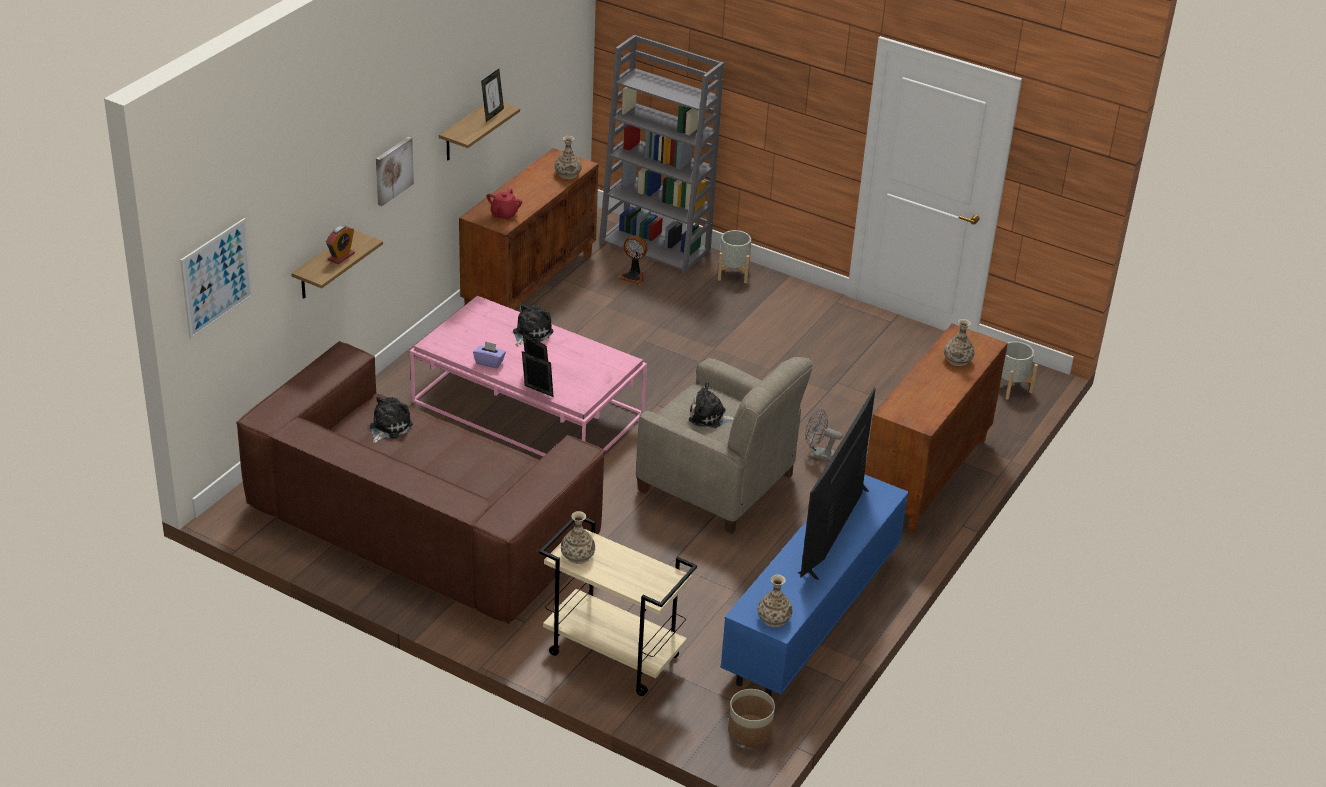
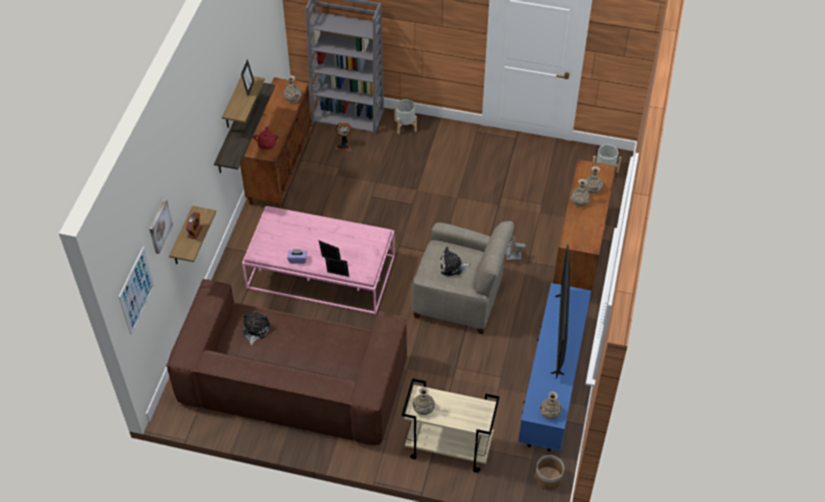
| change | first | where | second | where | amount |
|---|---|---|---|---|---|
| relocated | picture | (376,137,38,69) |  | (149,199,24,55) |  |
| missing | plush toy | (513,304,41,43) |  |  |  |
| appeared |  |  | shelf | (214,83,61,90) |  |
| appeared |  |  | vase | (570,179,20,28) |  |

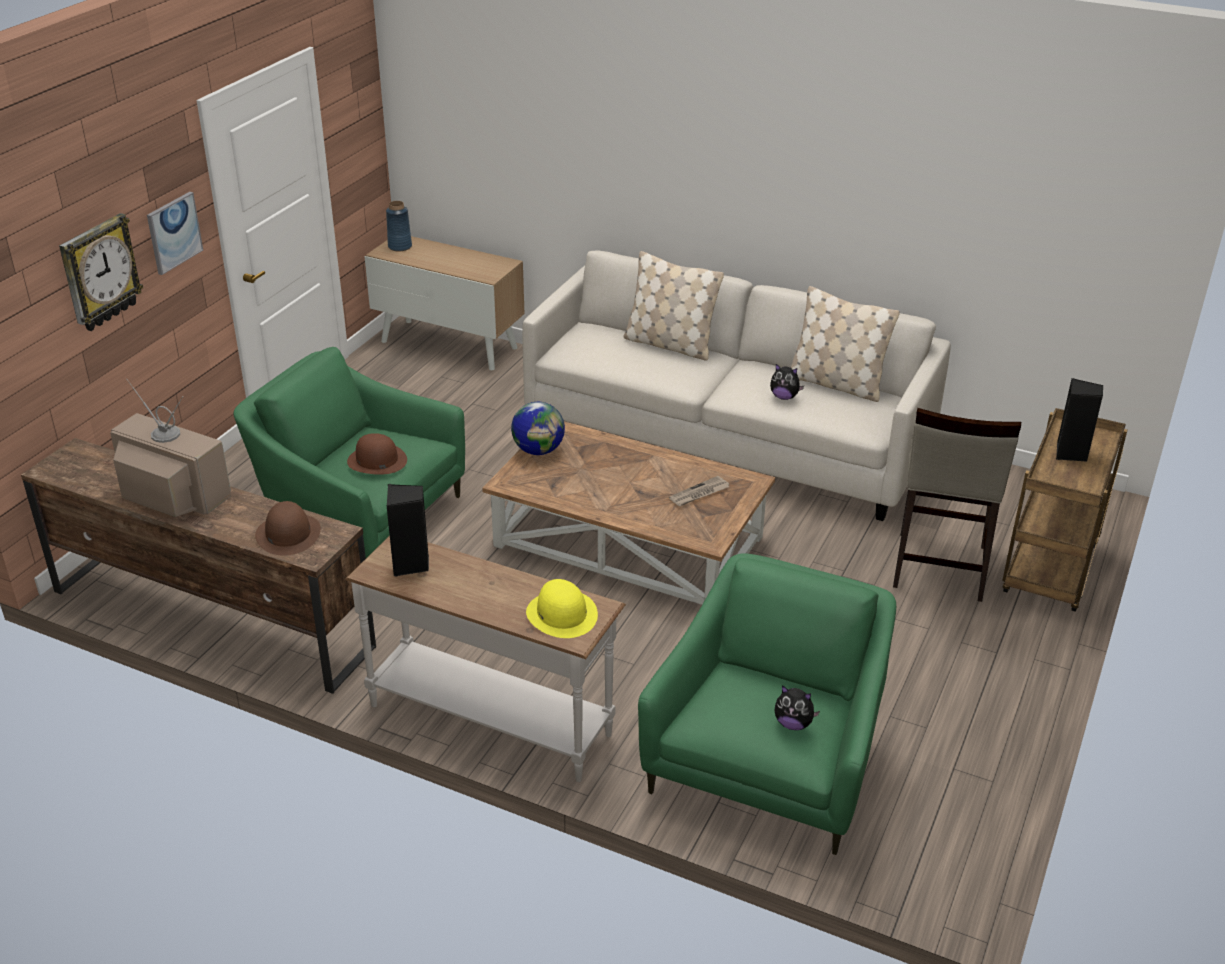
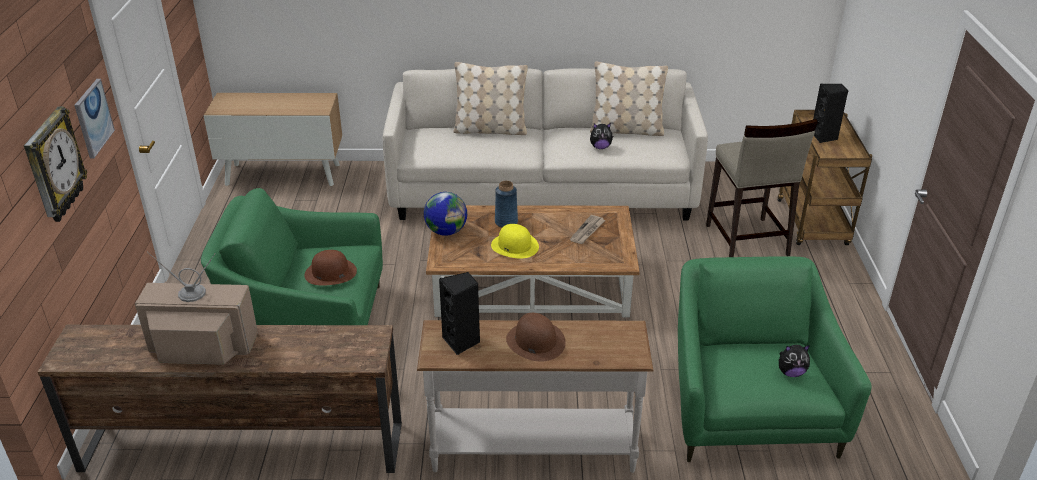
| change | first | where | second | where | amount |
|---|---|---|---|---|---|
| relocated | hat/brown | (255,501,66,54) |  | (506,313,60,49) |  |
| relocated | vase/blue | (386,201,26,50) |  | (495,181,23,47) |  |
| relocated | hat/yellow | (526,579,72,59) |  | (491,224,48,34) |  |

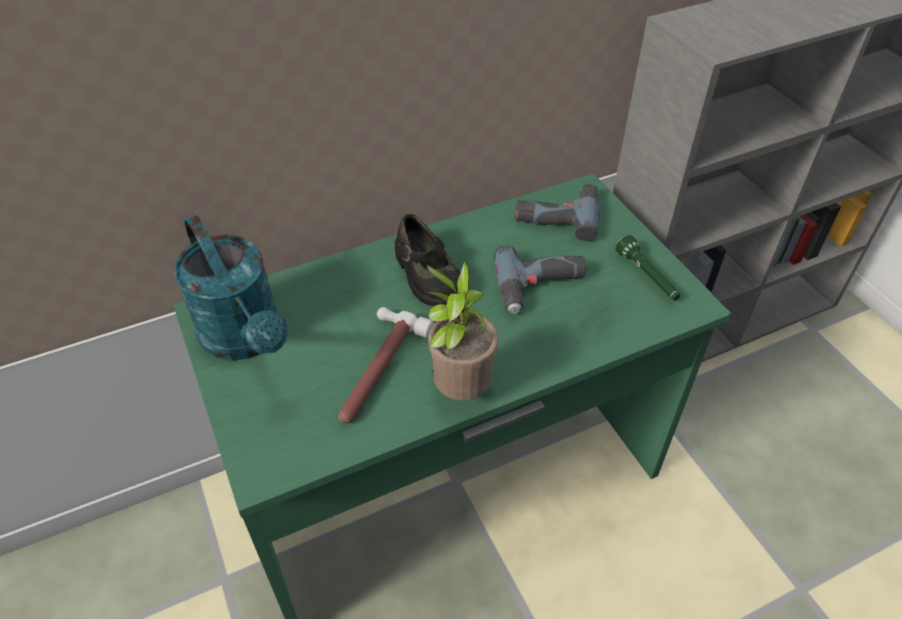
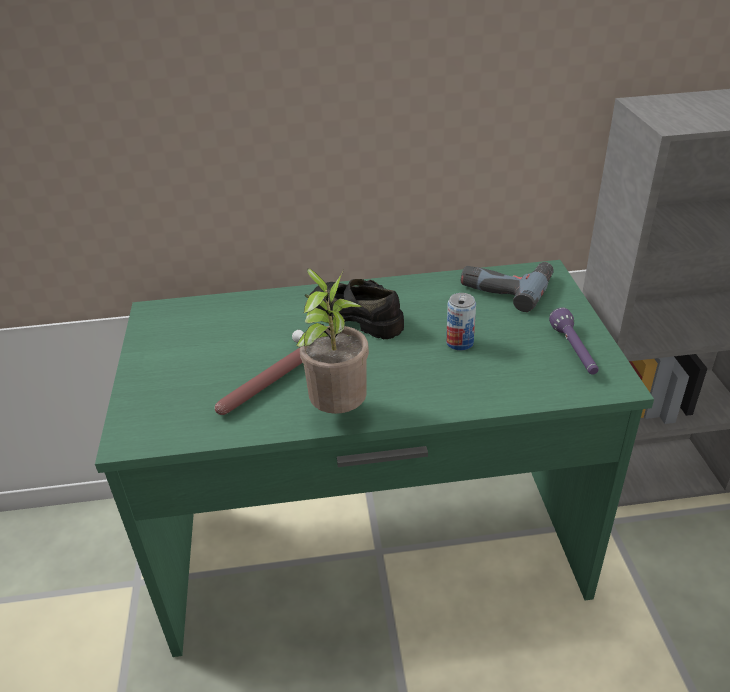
| change | first | where | second | where | amount |
|---|---|---|---|---|---|
| missing | watering can/turquoise | (174,215,114,146) |  |  |  |
| spun | shoe/black | (395,214,65,92) |  | (310,279,94,60) | 135 degrees clockwise |
| exchanged | power drill | (494,245,92,69) | can | (446,293,30,58) |  |
| colour | flashlight/green | (615,234,65,67) | flashlight/purple | (549,307,49,68) |  |

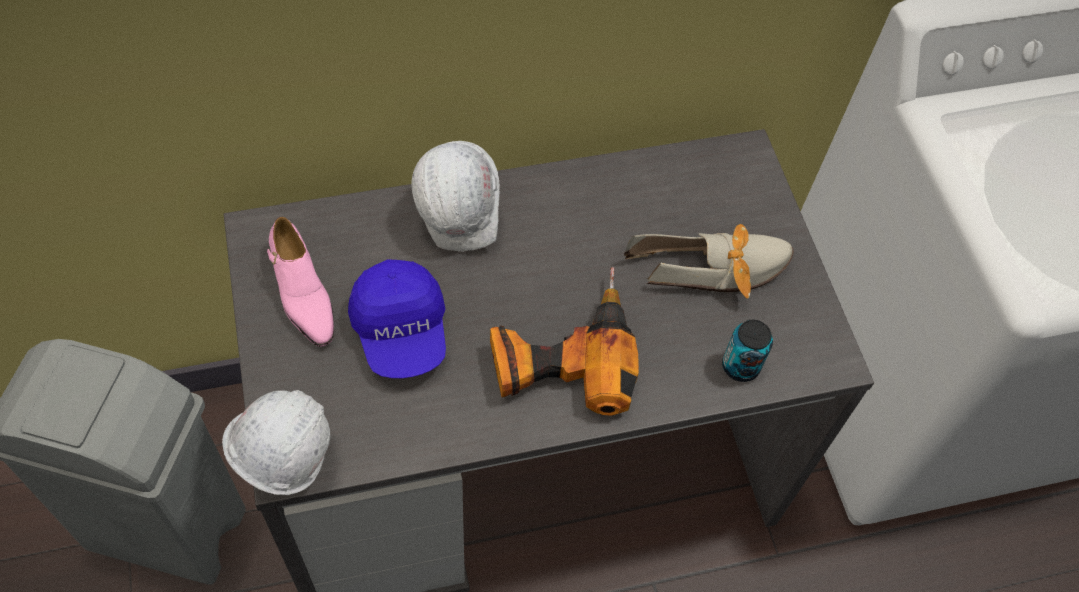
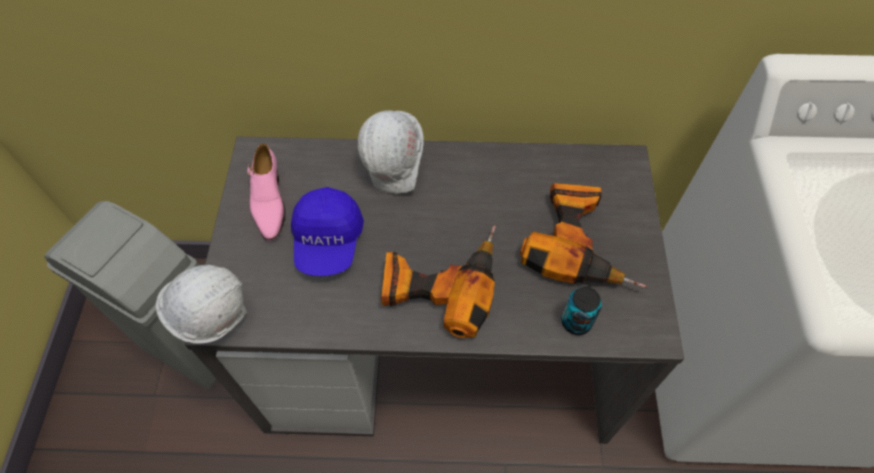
| change | first | where | second | where | amount |
|---|---|---|---|---|---|
| exchanged | shoe | (624,224,170,75) | power drill | (520,183,127,105) |  |

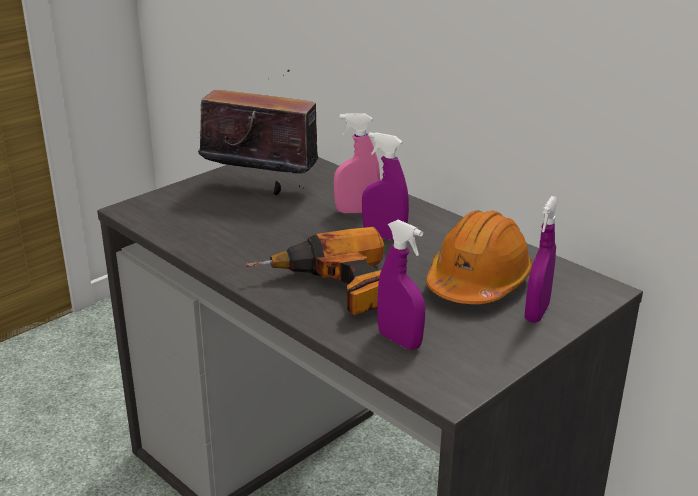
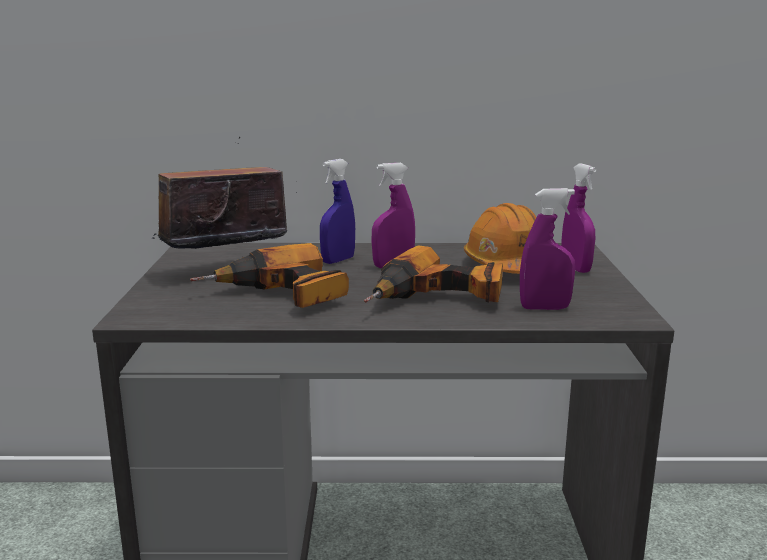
| change | first | where | second | where | amount |
|---|---|---|---|---|---|
| colour | spray bottle/pink | (333,113,47,101) | spray bottle/blue | (320,159,35,105) |  |
| appeared |  |  | power drill | (190,243,159,65) |  |

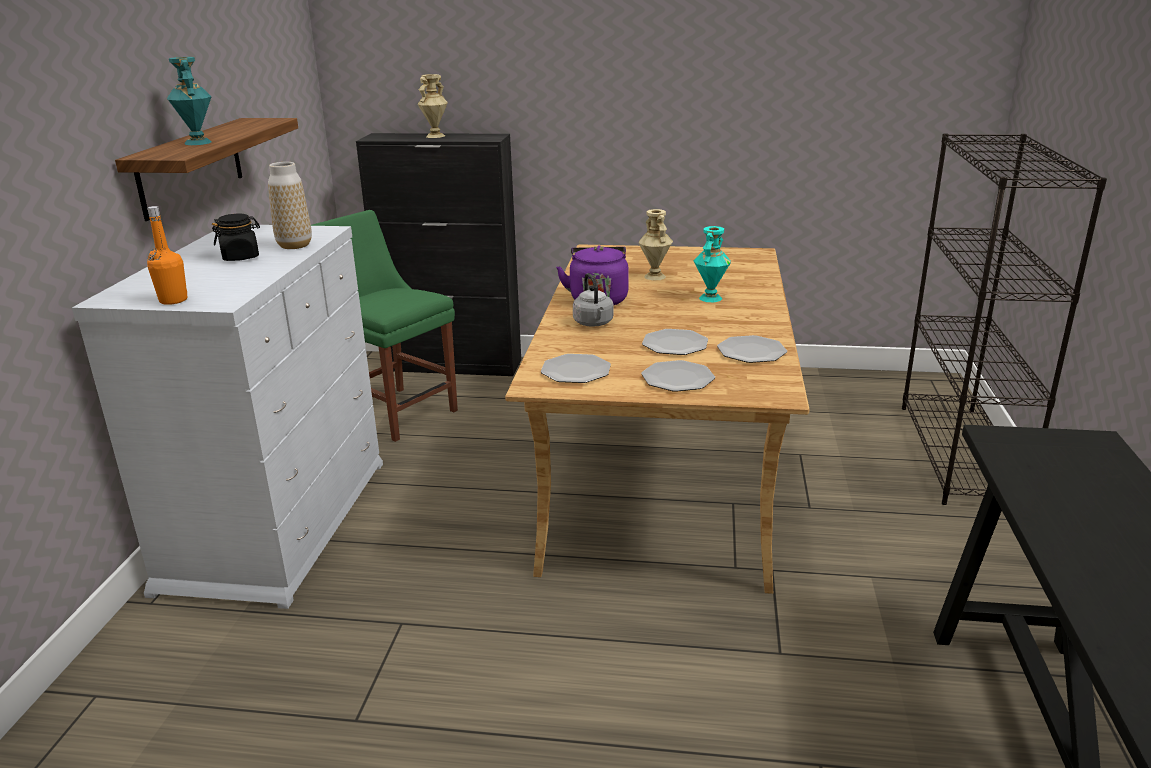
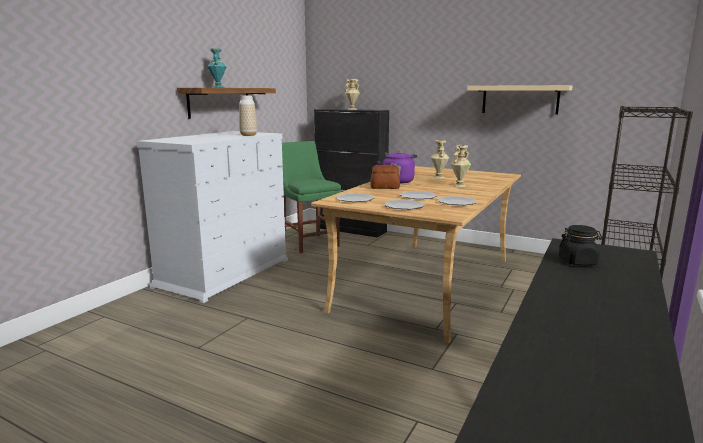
| change | first | where | second | where | amount |
|---|---|---|---|---|---|
| missing | bottle/orange | (147,206,40,99) |  |  |  |
| relocated | jar/black | (212,213,48,48) |  | (559,225,43,40) |  |
| exchanged | kettle/grey | (573,273,40,54) | bread | (370,165,30,24) |  |
| colour | vase/turquoise | (694,226,37,76) | vase/beige | (451,145,20,42) |  |
| appeared |  |  | shelf/beige | (467,85,106,29) |  |

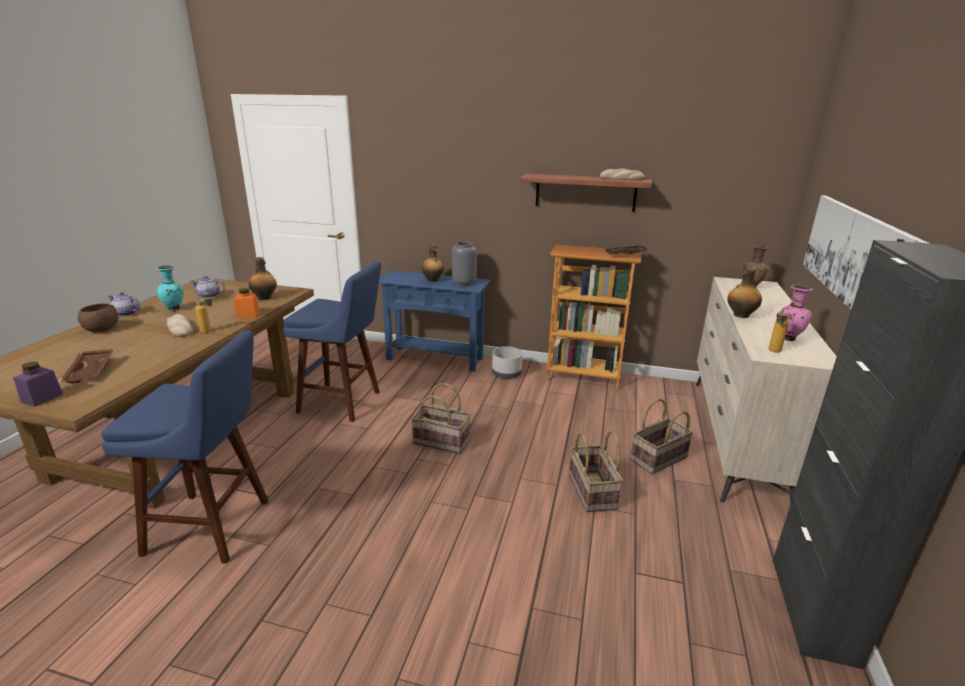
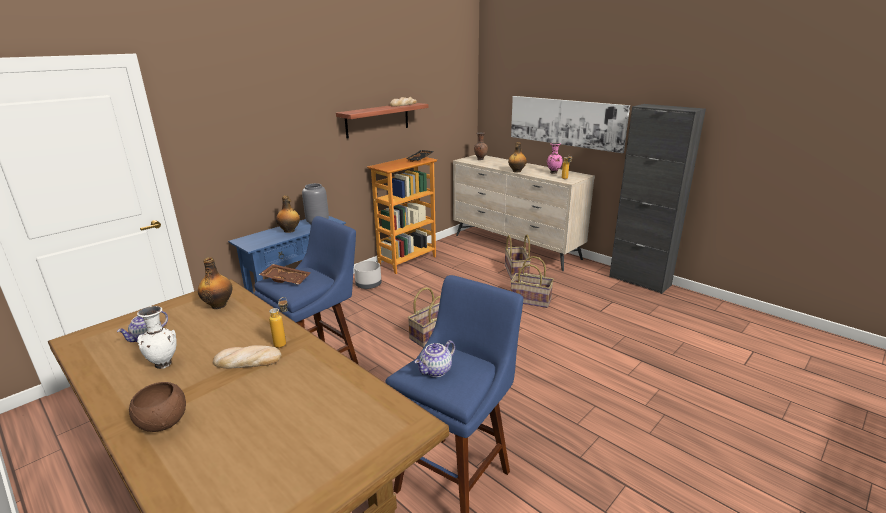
| change | first | where | second | where | amount |
|---|---|---|---|---|---|
| missing | jar/purple | (13,362,50,45) |  |  |  |
| relocated | tray/brown | (59,349,55,34) |  | (259,264,52,21) |  |
| relocated | teapot | (107,292,33,24) |  | (415,340,40,37) |  |
| colour | vase/turquoise | (157,265,27,46) | vase/white | (137,306,40,63) |  |
| missing | jar/orange | (234,288,26,30) |  |  |  |

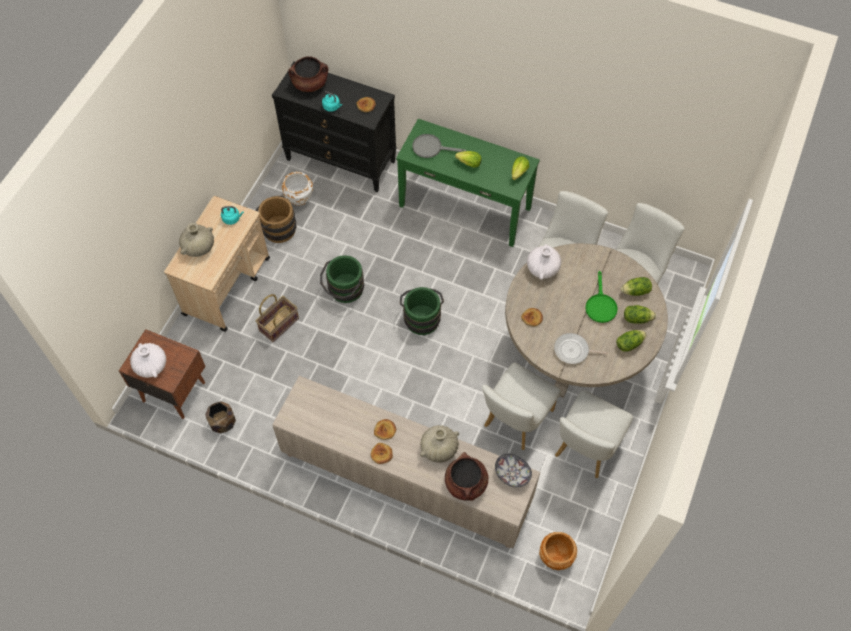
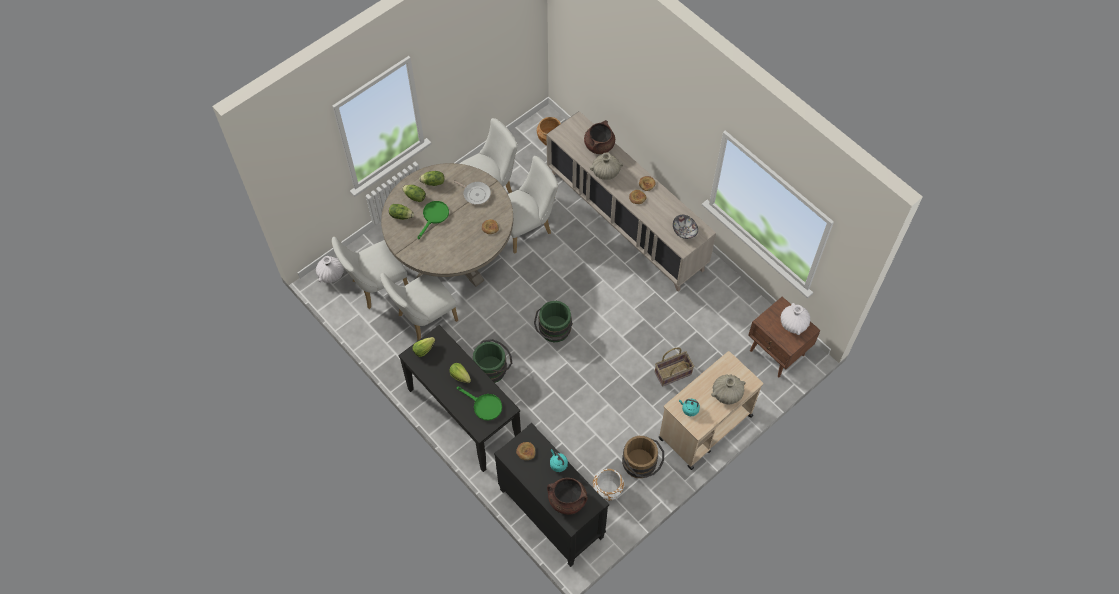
| change | first | where | second | where | amount |
|---|---|---|---|---|---|
| missing | planter/brown | (205,401,31,32) |  |  |  |
| relocated | bucket/green | (320,255,44,48) |  | (472,339,40,44) |  |
| colour | console table/green | (396,119,144,128) | console table/black | (398,325,123,147) |  |
| colour | frying pan/grey | (413,134,53,24) | frying pan/green | (457,386,45,35) |  |
| relocated | bowl | (495,454,37,33) |  | (673,215,25,24) |  |
| relocated | vase/white | (527,244,34,36) |  | (316,256,28,27) |  |

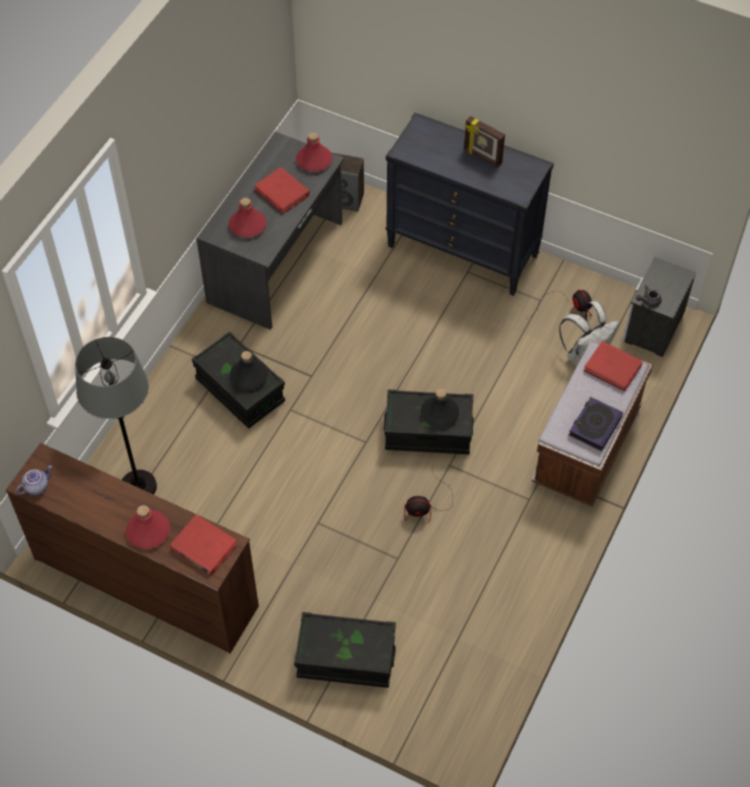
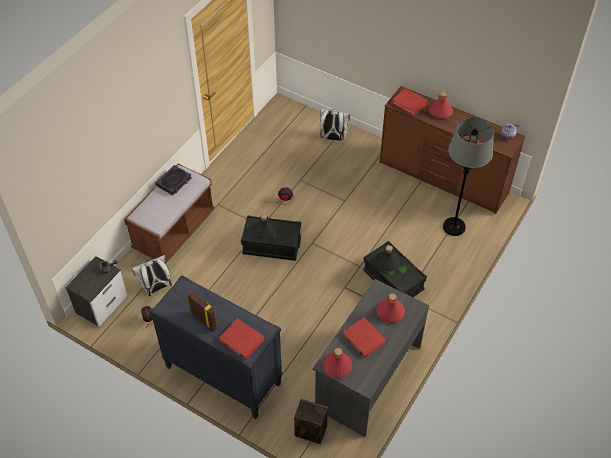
| change | first | where | second | where | amount |
|---|---|---|---|---|---|
| exchanged | storage box/black | (294,612,102,76) | backpack/white | (320,109,30,32) |  |
| relocated | book/red | (584,341,58,50) |  | (219,318,46,42) |  |

